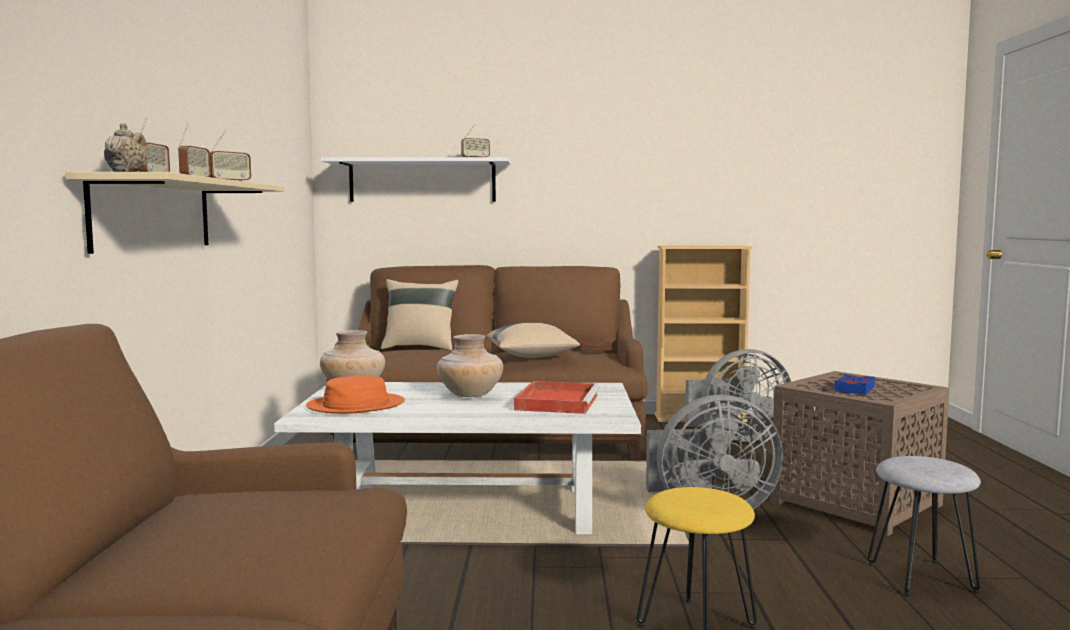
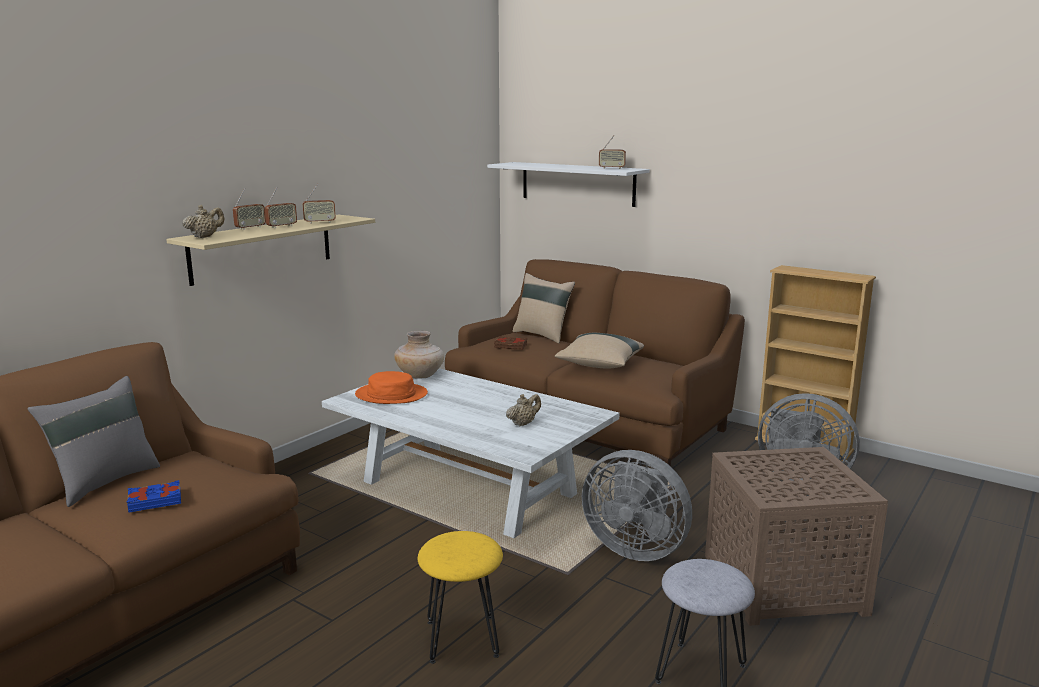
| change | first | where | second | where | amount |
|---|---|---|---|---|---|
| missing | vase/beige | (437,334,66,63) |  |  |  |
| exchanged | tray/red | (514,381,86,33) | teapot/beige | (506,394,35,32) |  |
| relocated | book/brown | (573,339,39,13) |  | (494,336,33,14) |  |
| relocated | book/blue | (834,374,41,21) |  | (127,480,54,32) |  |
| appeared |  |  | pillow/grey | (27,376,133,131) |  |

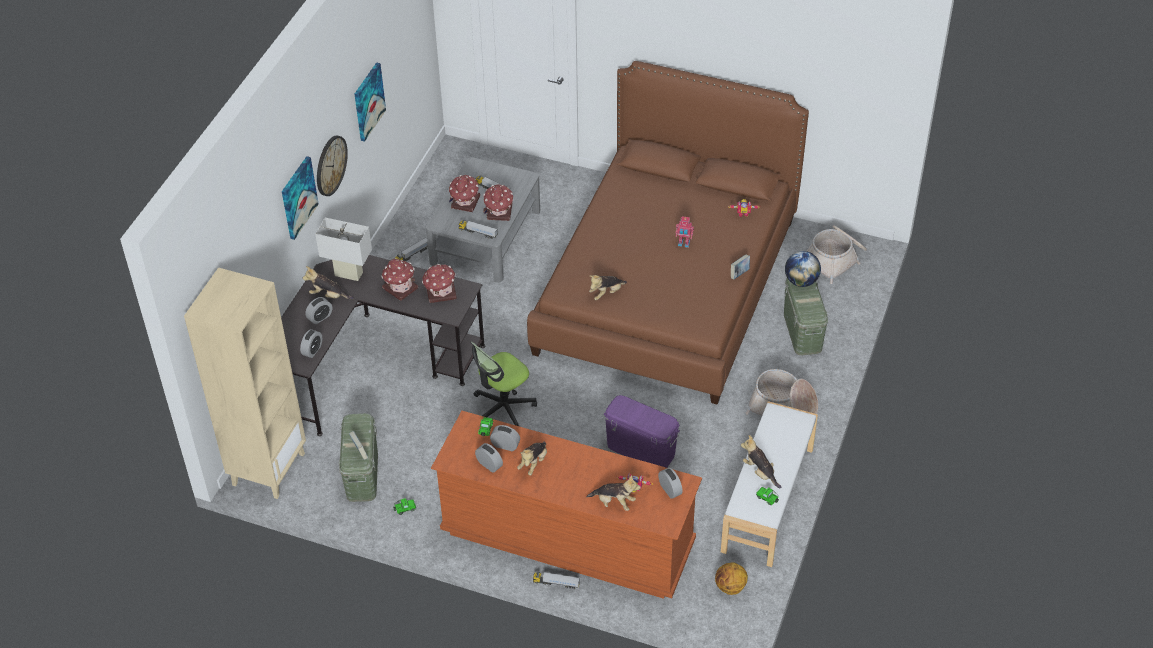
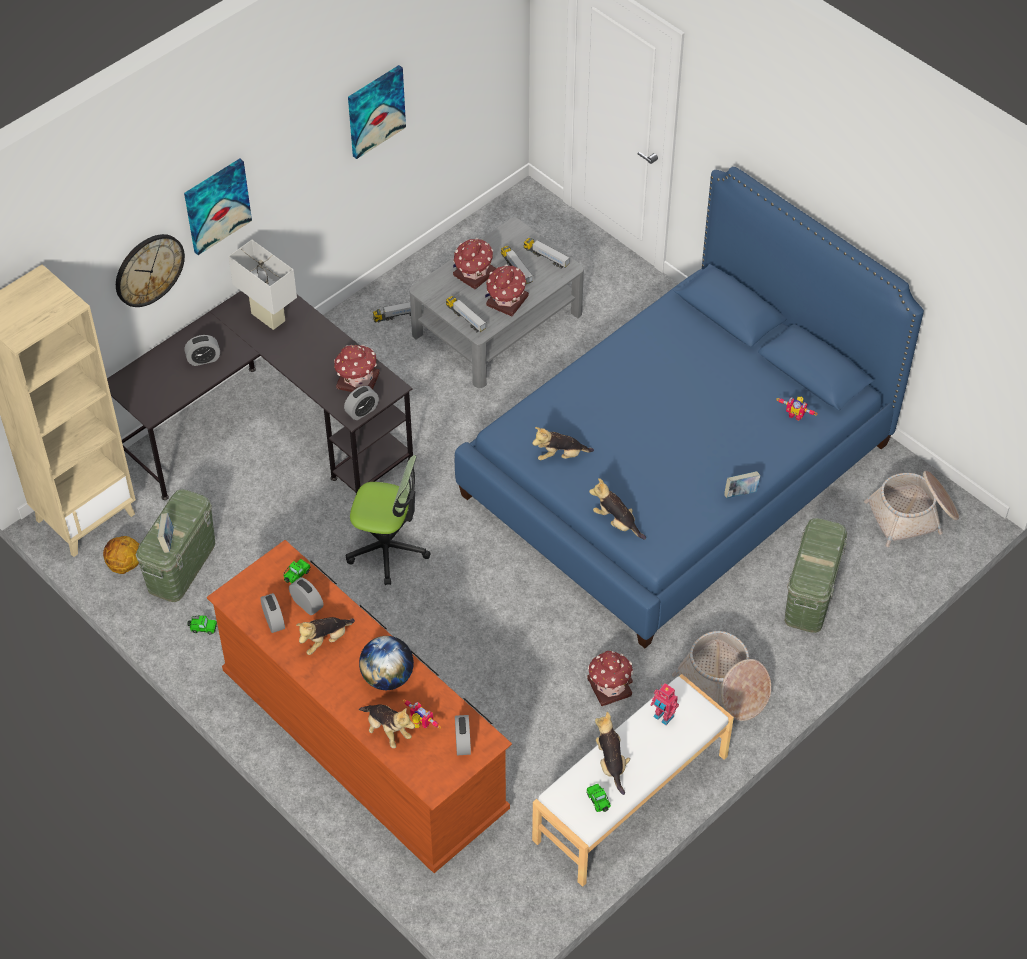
| change | first | where | second | where | amount |
|---|---|---|---|---|---|
| relocated | alarm clock | (300,329,22,29) |  | (344,385,35,35) |  |
| relocated | plush toy | (303,266,51,33) |  | (589,478,57,61) |  |
| relocated | wall clock | (317,136,31,60) |  | (116,234,69,73) |  |
| relocated | toy house | (381,258,37,43) |  | (587,651,46,55) |  |
| spun | office chair | (471,342,66,85) |  | (346,455,85,130) | 150 degrees counterclockwise |
| colour | bed/brown | (527,61,282,344) | bed/blue | (455,167,469,481) |  |
| relocated | toy truck | (533,572,47,17) |  | (523,238,47,31) |  |
| missing | storage box/purple | (604,395,76,73) |  |  |  |
| relocated | toy robot | (676,216,18,32) |  | (650,683,29,42) |  |
| relocated | basketball | (715,562,33,33) |  | (103,536,36,38) |  |
| relocated | globe | (785,251,36,36) |  | (359,636,55,54) |  |

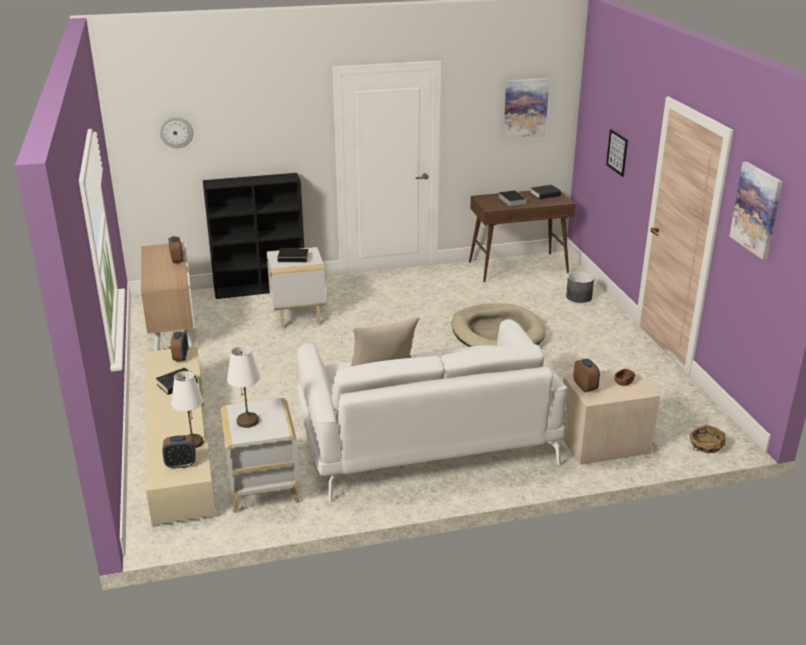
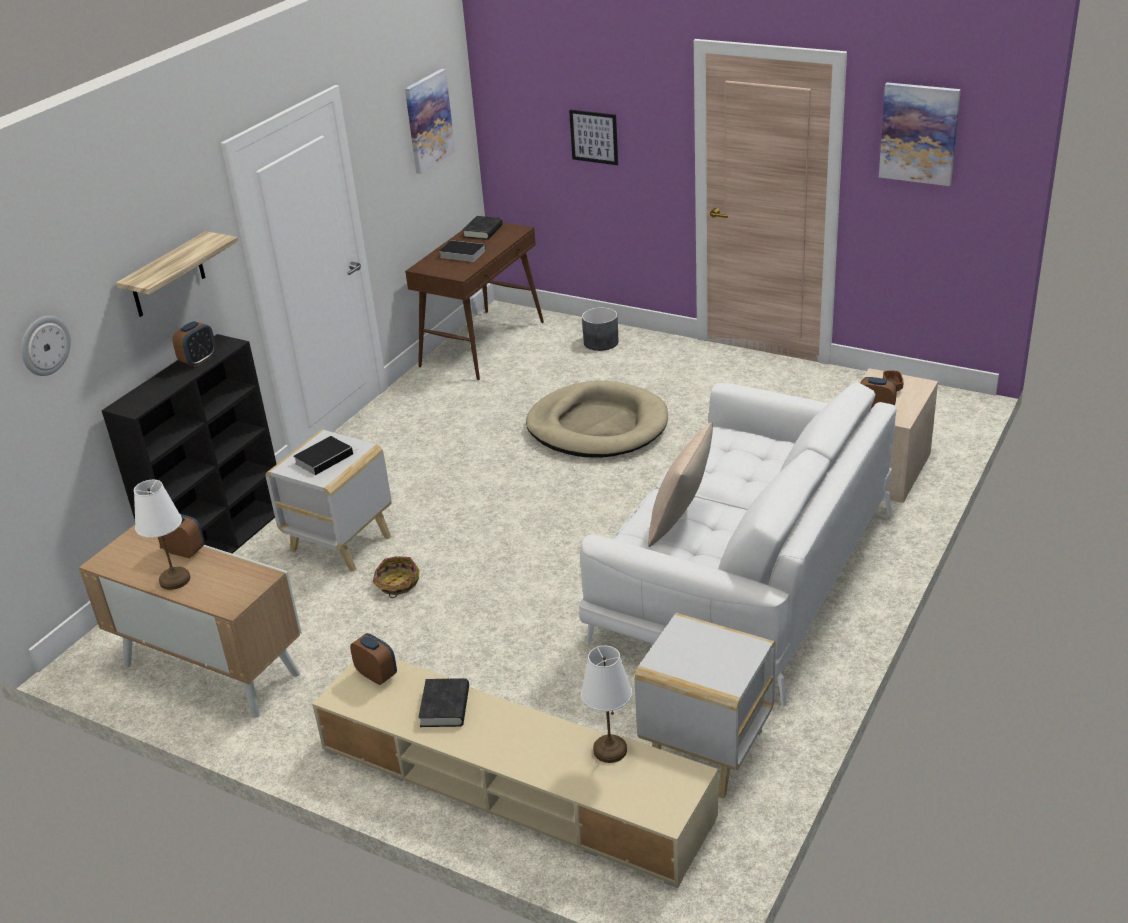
| change | first | where | second | where | amount |
|---|---|---|---|---|---|
| relocated | alarm clock | (162,435,34,34) |  | (173,321,43,46) |  |
| relocated | table lamp/white | (227,346,33,82) |  | (134,480,57,110) |  |
| relocated | basket | (690,425,36,28) |  | (373,556,46,42) |  |
| appeared |  |  | shelf | (116,231,122,86) |  |

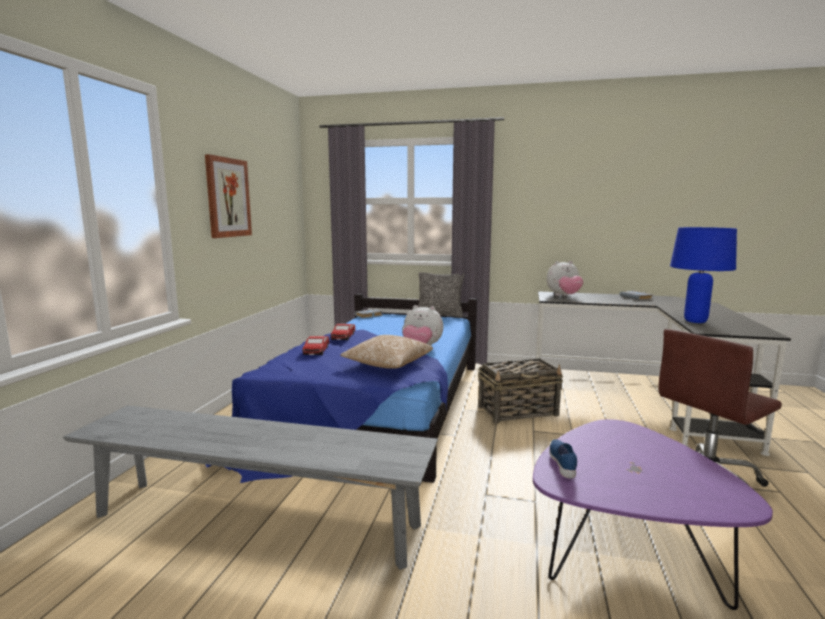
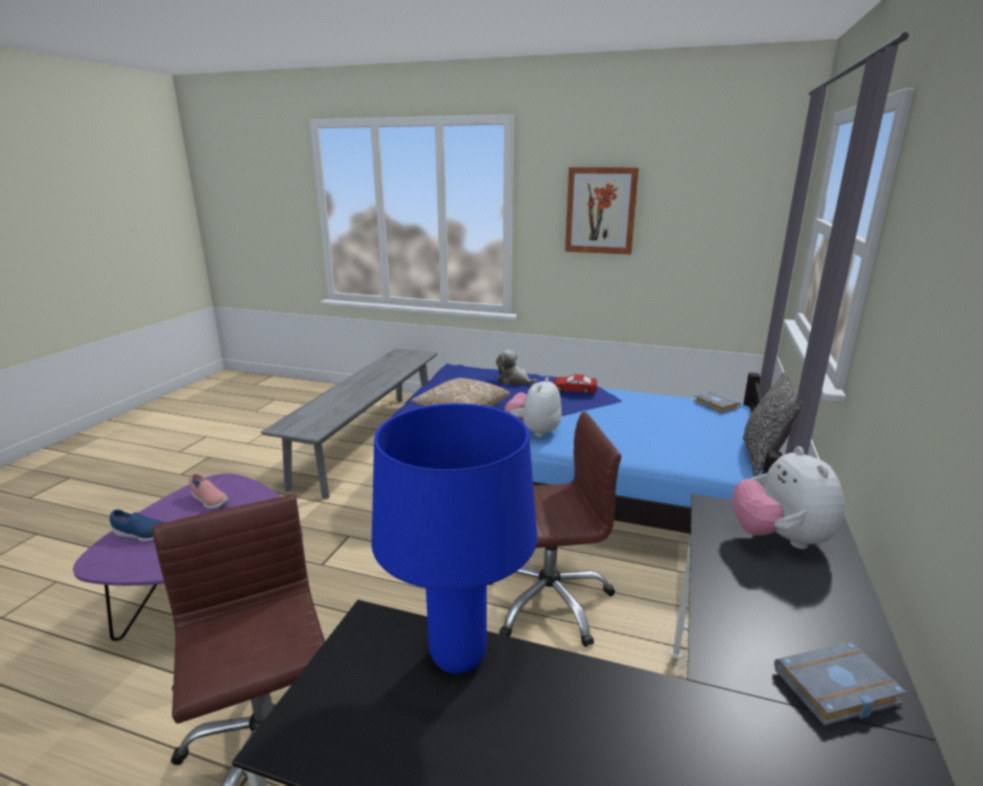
| change | first | where | second | where | amount |
|---|---|---|---|---|---|
| exchanged | toy car | (303,336,26,19) | plush toy | (496,350,41,36) |  |
| exchanged | basket | (478,358,85,66) | office chair/brown | (489,412,132,235) |  |
| relocated | shoe/blue | (549,439,28,40) |  | (110,509,55,32) |  |
| appeared |  |  | shoe/pink | (189,473,40,36) |  |

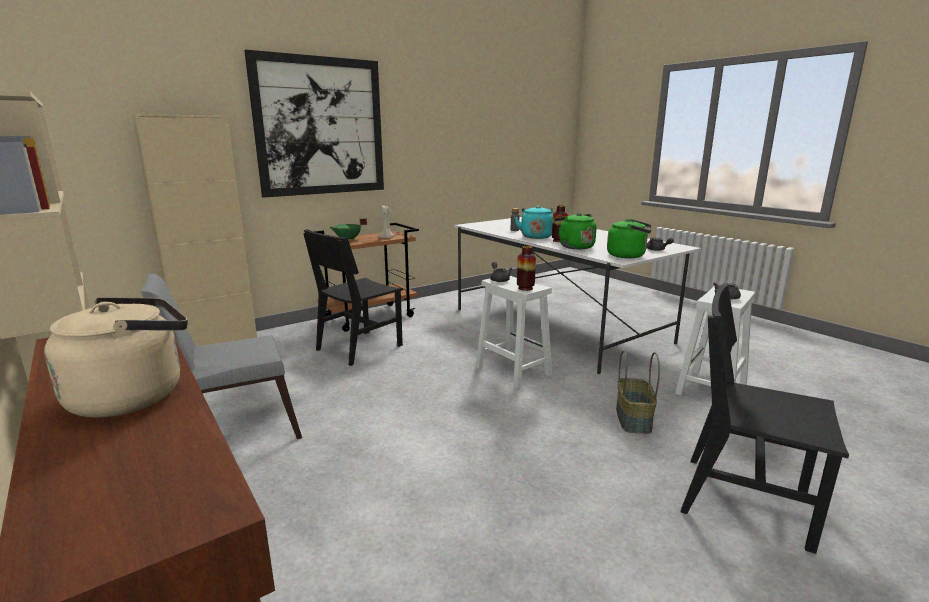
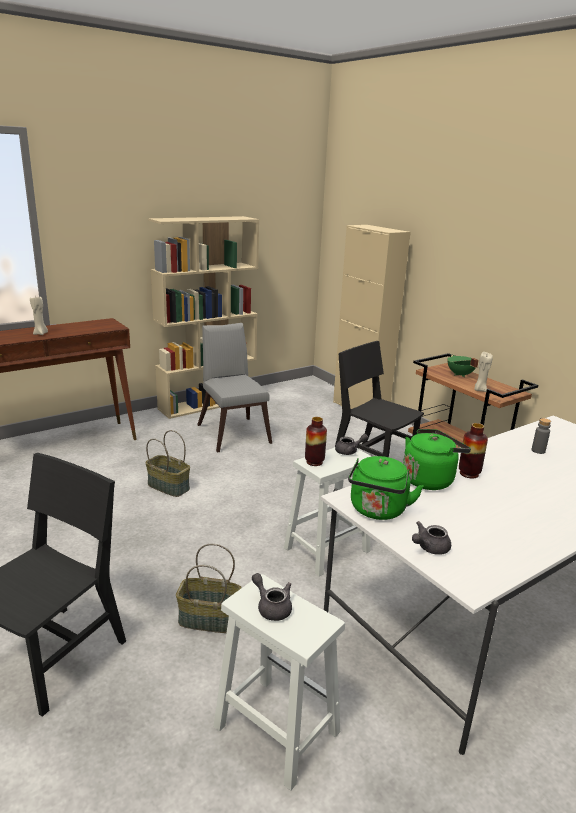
| change | first | where | second | where | amount |
|---|---|---|---|---|---|
| exchanged | kettle/beige | (44,297,144,121) | candle/beige | (30,297,18,38) |  |
| missing | picture | (244,50,140,148) |  |  |  |
| missing | kettle/turquoise | (515,206,38,33) |  |  |  |
| appeared |  |  | basket | (145,430,45,67) |  |

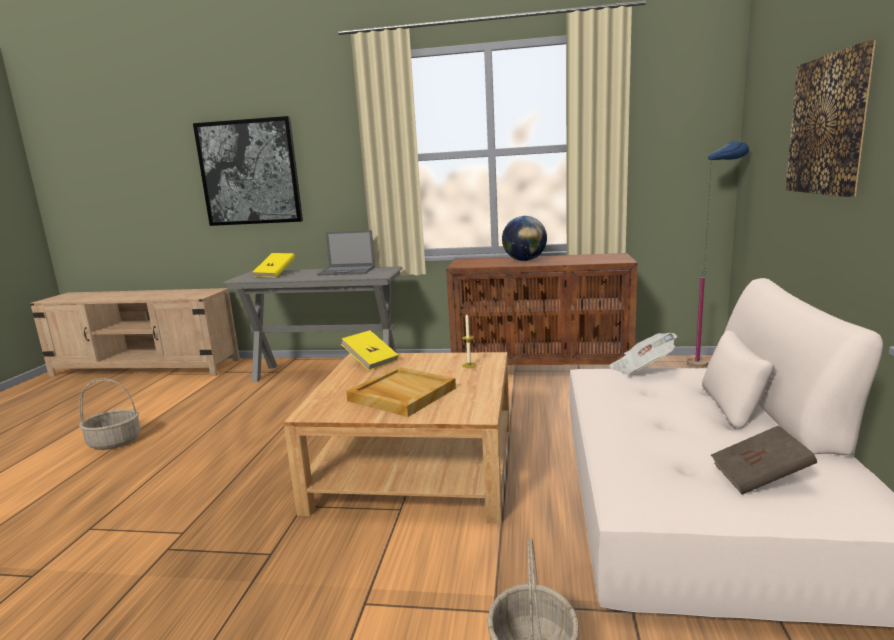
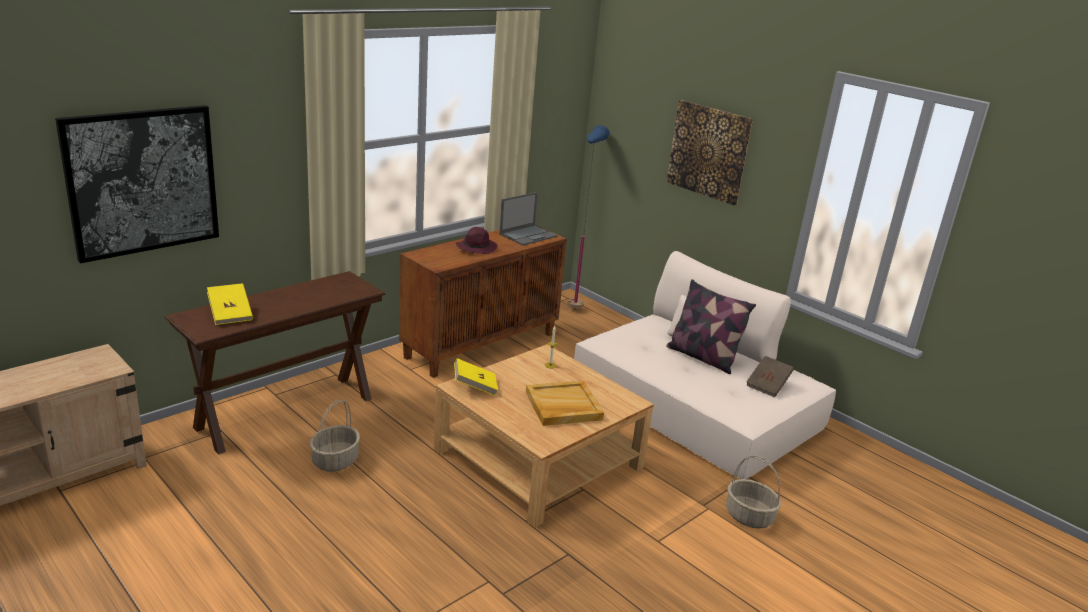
| change | first | where | second | where | amount |
|---|---|---|---|---|---|
| relocated | basket | (79,378,62,72) |  | (310,400,50,72) |  |
| colour | console table/grey | (223,266,180,116) | console table/brown | (165,271,220,183) |  |
| relocated | laptop | (317,230,58,45) |  | (499,192,59,53) |  |
| exchanged | globe | (502,216,45,45) | hat/purple | (456,227,42,27) |  |
| missing | newspaper | (609,333,69,41) |  |  |  |
| appeared |  |  | pillow | (666,279,90,95) |  |

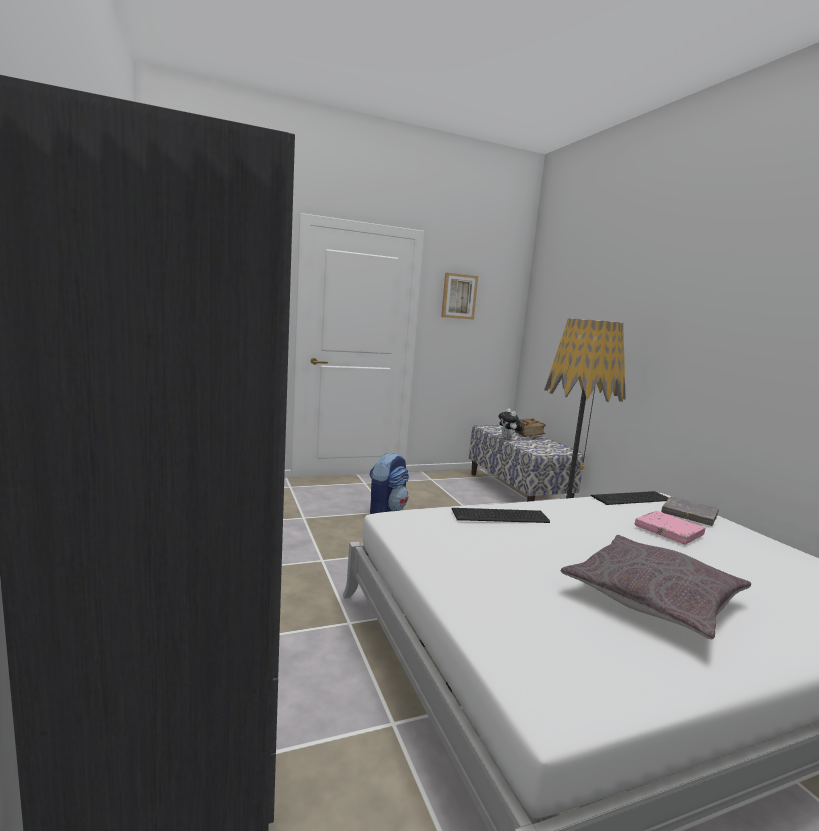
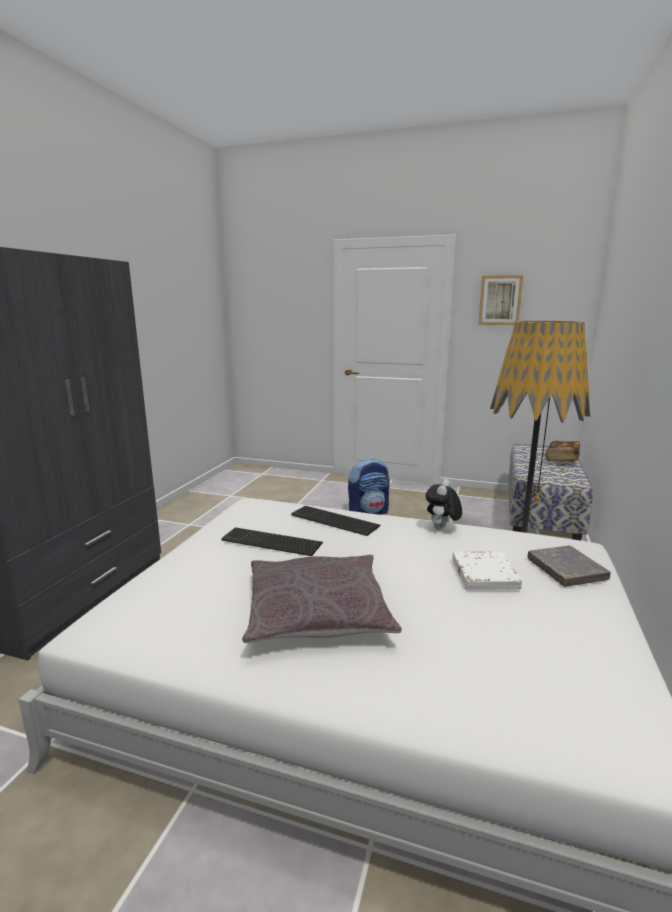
| change | first | where | second | where | amount |
|---|---|---|---|---|---|
| relocated | plush toy | (498,408,24,31) |  | (425,479,37,51) |  |
| relocated | keyboard | (591,491,77,14) |  | (221,528,102,28) |  |
| colour | book/pink | (635,511,70,33) | book/white | (452,552,70,38) |  |

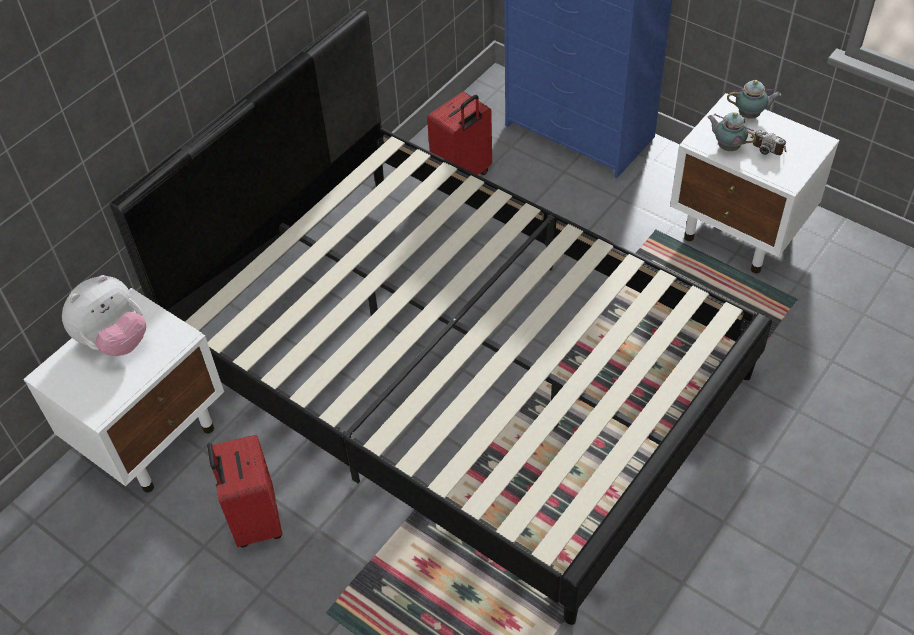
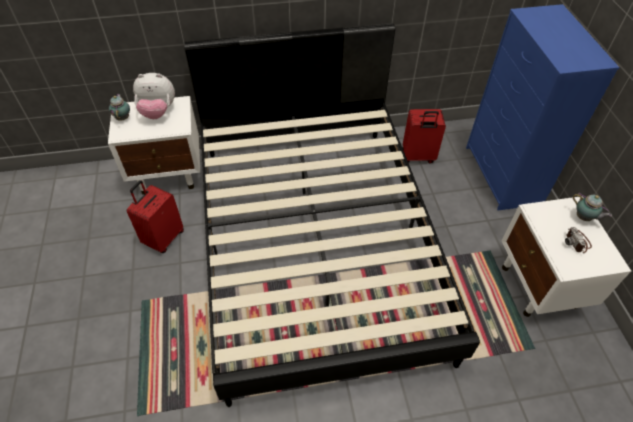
| change | first | where | second | where | amount |
|---|---|---|---|---|---|
| relocated | teapot | (707,112,49,39) |  | (109,94,21,27) |  |

